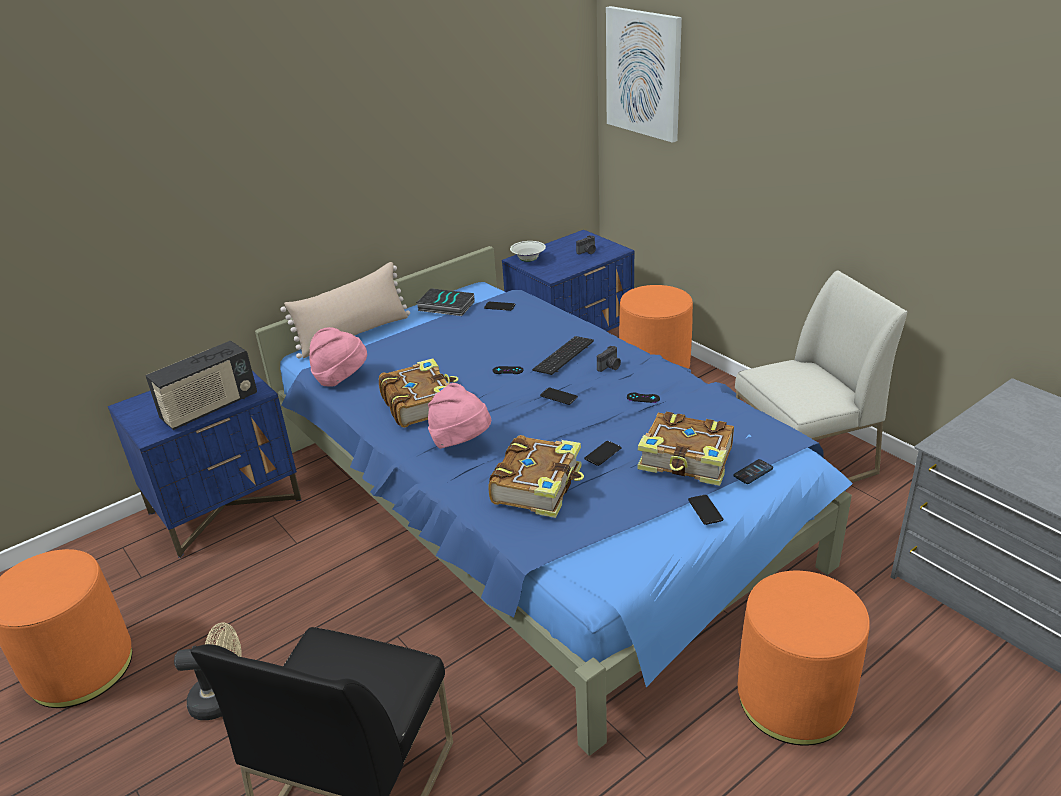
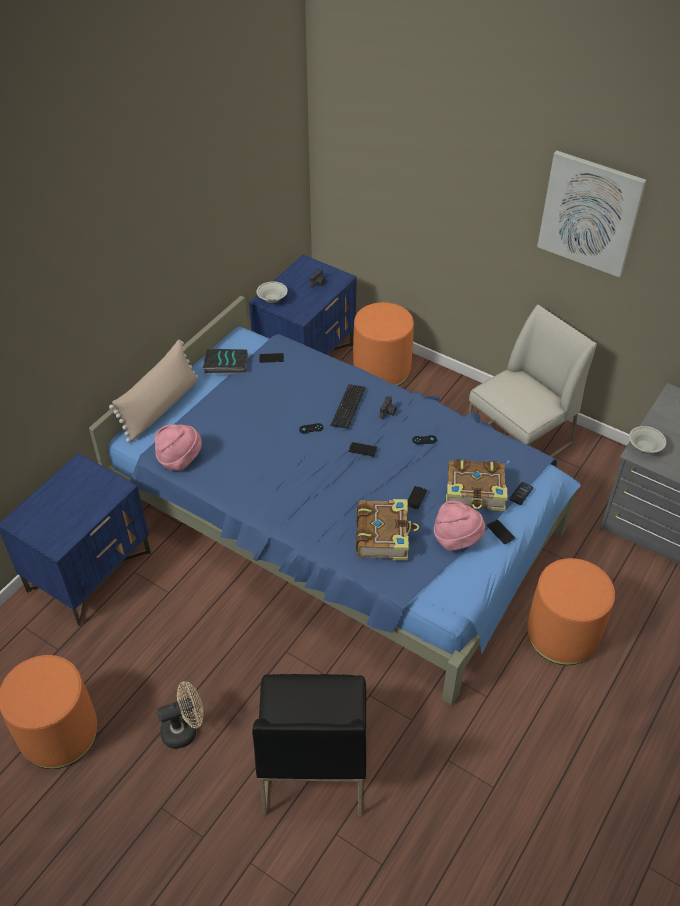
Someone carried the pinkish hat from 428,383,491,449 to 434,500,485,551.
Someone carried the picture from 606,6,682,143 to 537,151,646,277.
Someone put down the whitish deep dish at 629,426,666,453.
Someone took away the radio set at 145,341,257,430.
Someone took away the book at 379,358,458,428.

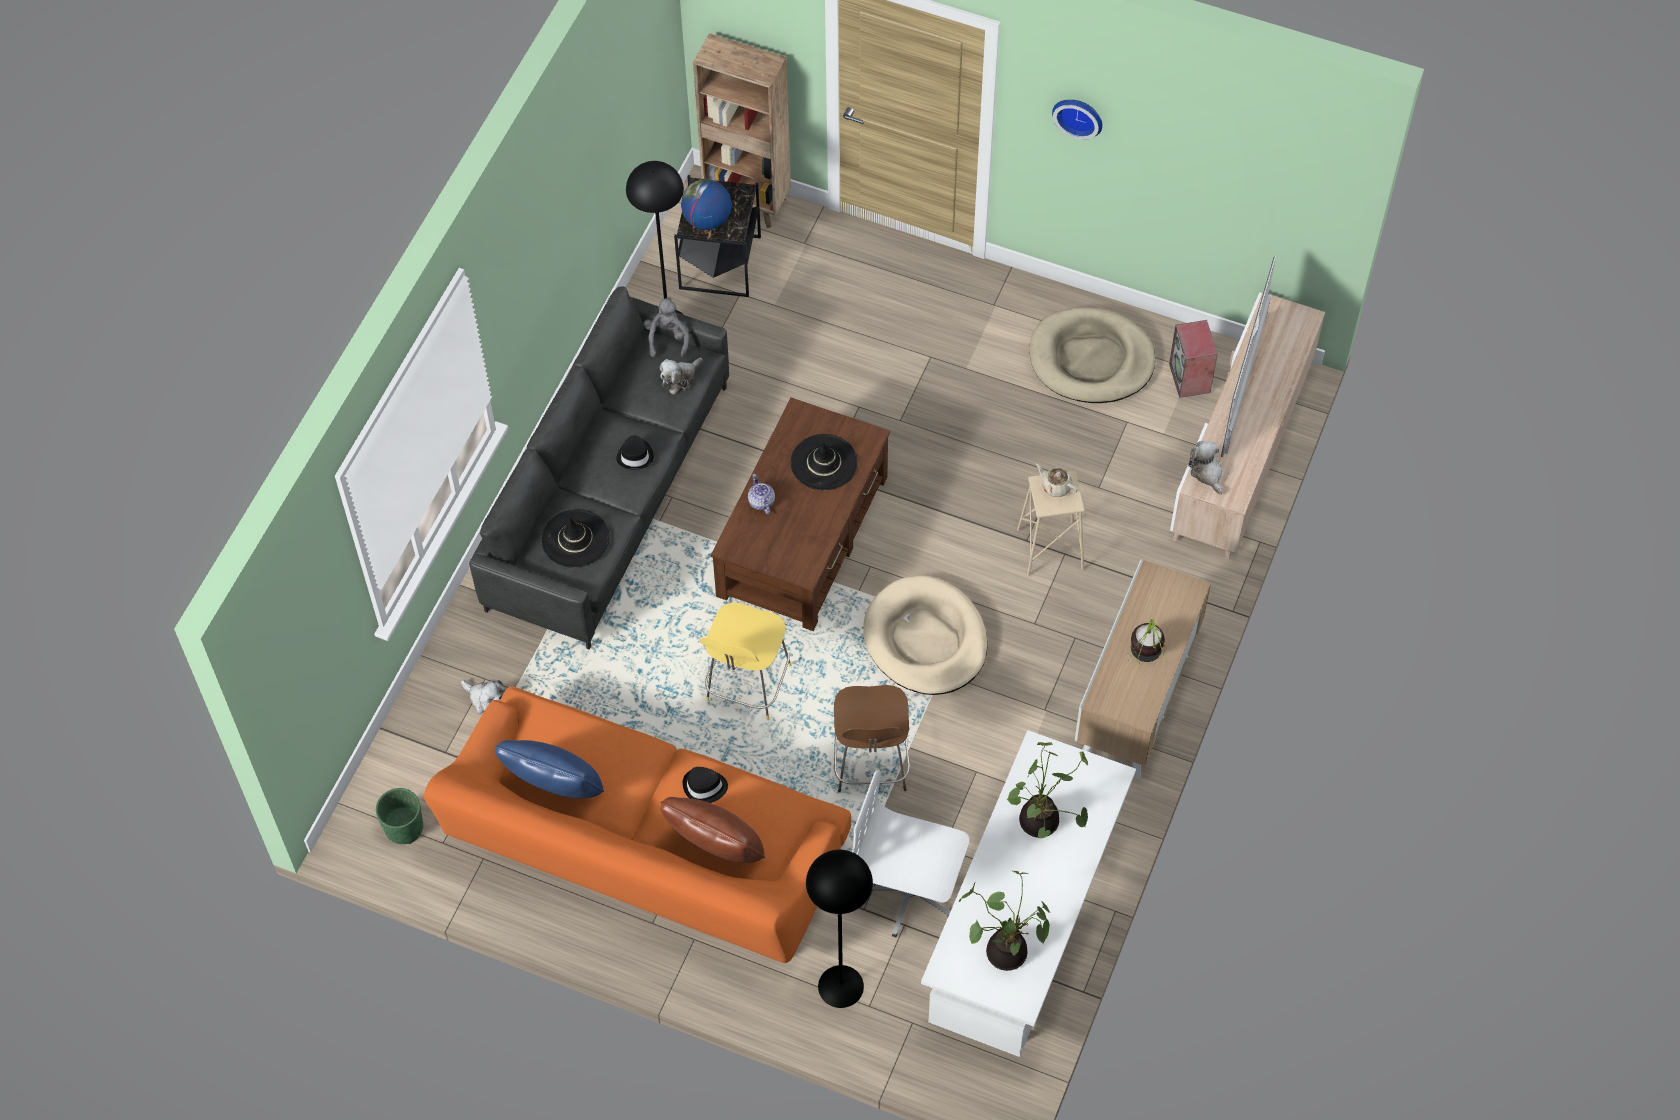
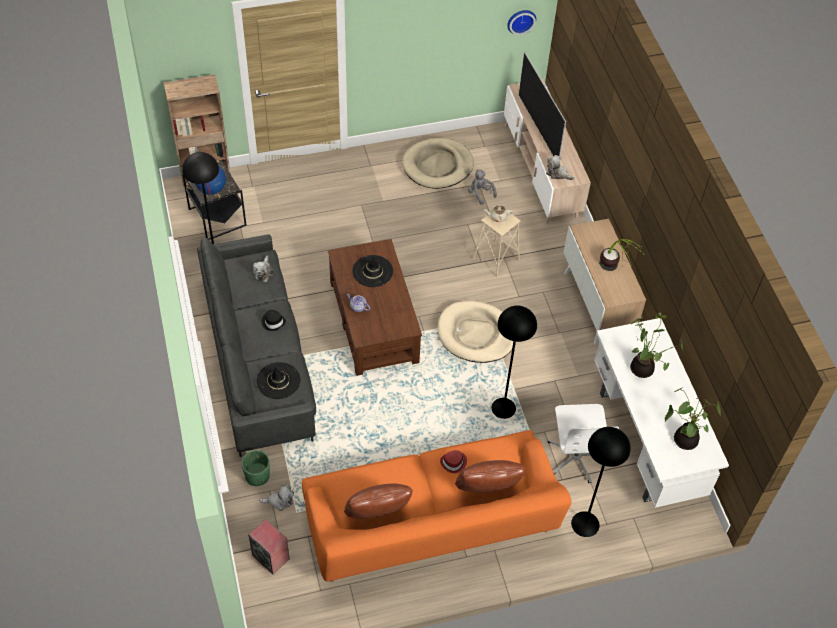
Someone carried the green-coloured planter from 376,788,423,844 to 241,450,270,486.
Someone carried the audio speaker from 1169,320,1218,398 to 248,519,290,574.
Someone repainted the blue cushion at 495,740,604,799, which became the brownish cushion at 344,483,413,519.
Someone repainted the black-coloured hat at 683,767,728,803, which became the red-coloured hat at 440,450,467,473.
Someone carried the greyish soft toy from 644,297,689,357 to 468,169,497,205.
Someone swapped the brownish sitting stool at 834,685,910,793 for the black-coloured standing lamp at 492,306,537,419.
Someone carried the clock on the wall from 1052,100,1102,140 to 507,10,536,35.
Someone rotated the whitish desk chair at 852,770,969,937 by 75 degrees counterclockwise.
Someone took away the yellowish sitting stool at 700,602,791,720.

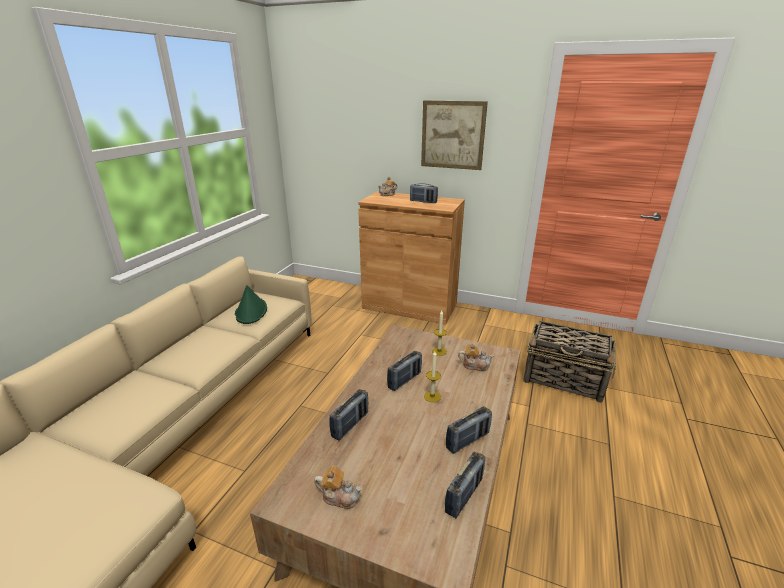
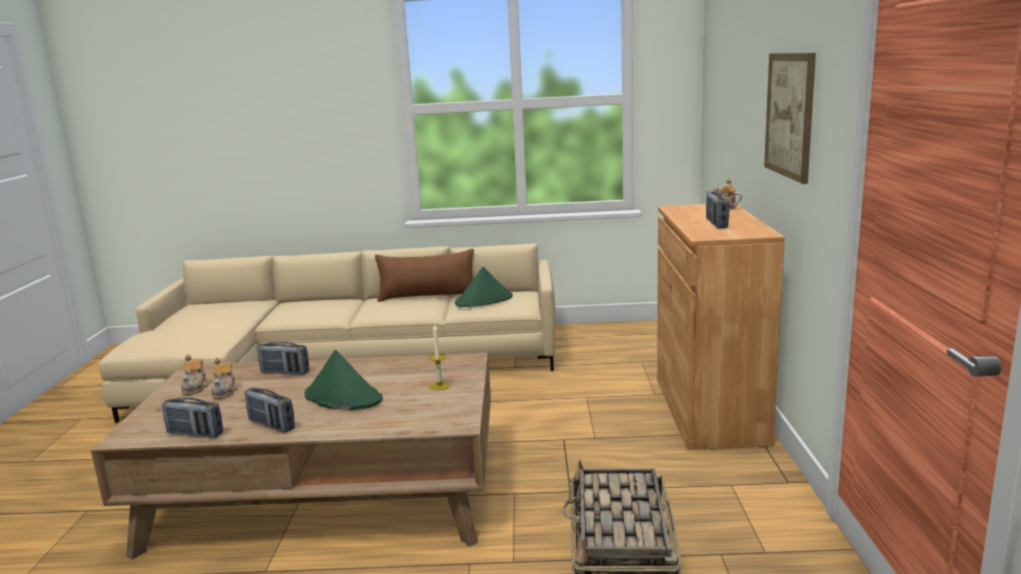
Someone carried the teapot from 458,343,494,371 to 211,358,238,399.
Someone swapped the wax candle at 424,351,441,402 for the green-coloured hat at 304,350,383,410.
Someone put down the brownish cushion at 375,249,474,302.
Someone took away the radio set at 387,351,422,391.

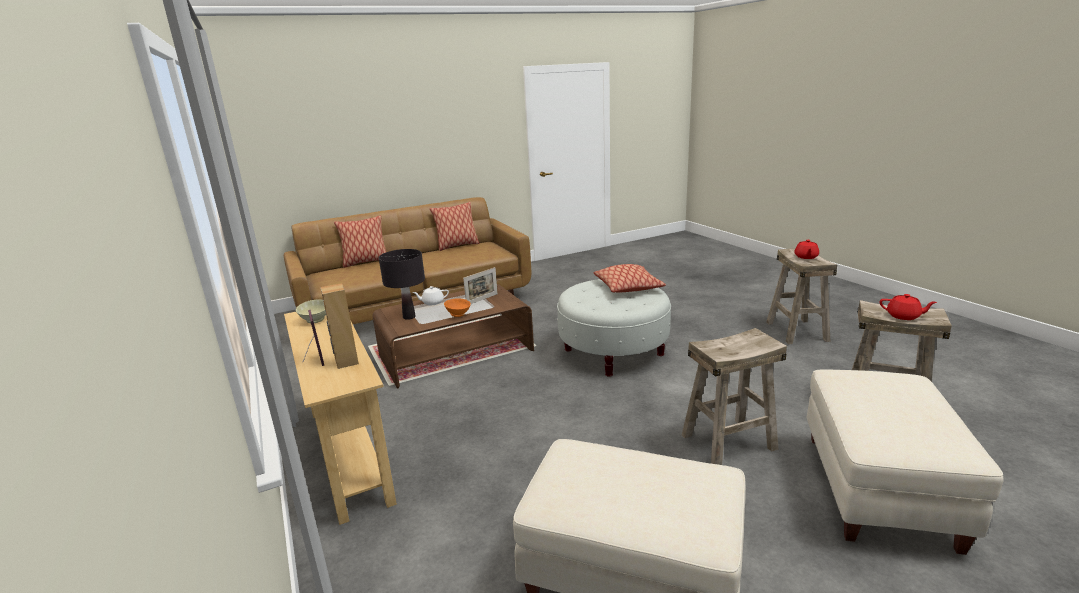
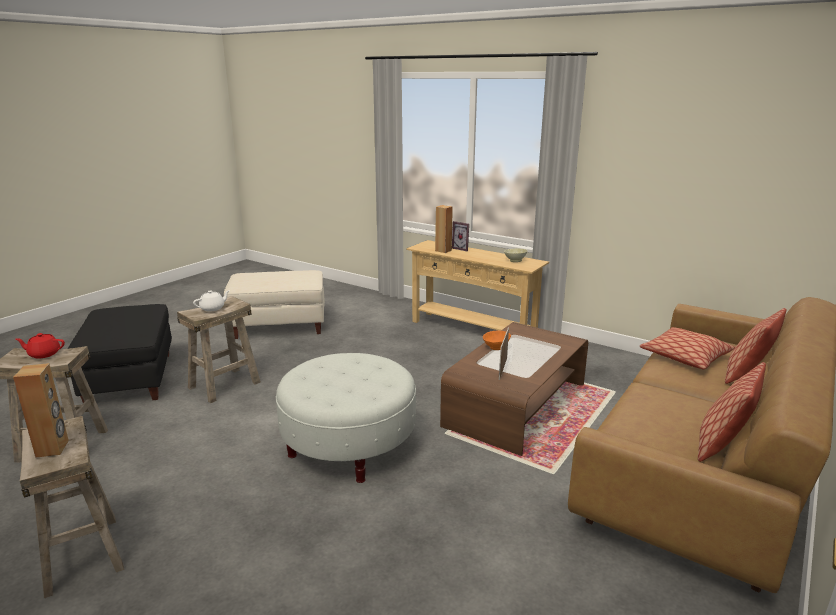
Someone swapped the red-coloured teapot at 795,240,819,259 for the brownish audio speaker at 13,363,69,458.
Someone repainted the beige pouffe at 807,369,1004,555, which became the black-coloured pouffe at 67,304,172,403.
Someone carried the whitish teapot from 412,286,449,305 to 193,290,230,311.
Someone carried the cushion from 594,264,666,292 to 640,327,735,369.
Someone took away the black-coloured lamp for a table at 379,249,425,320.

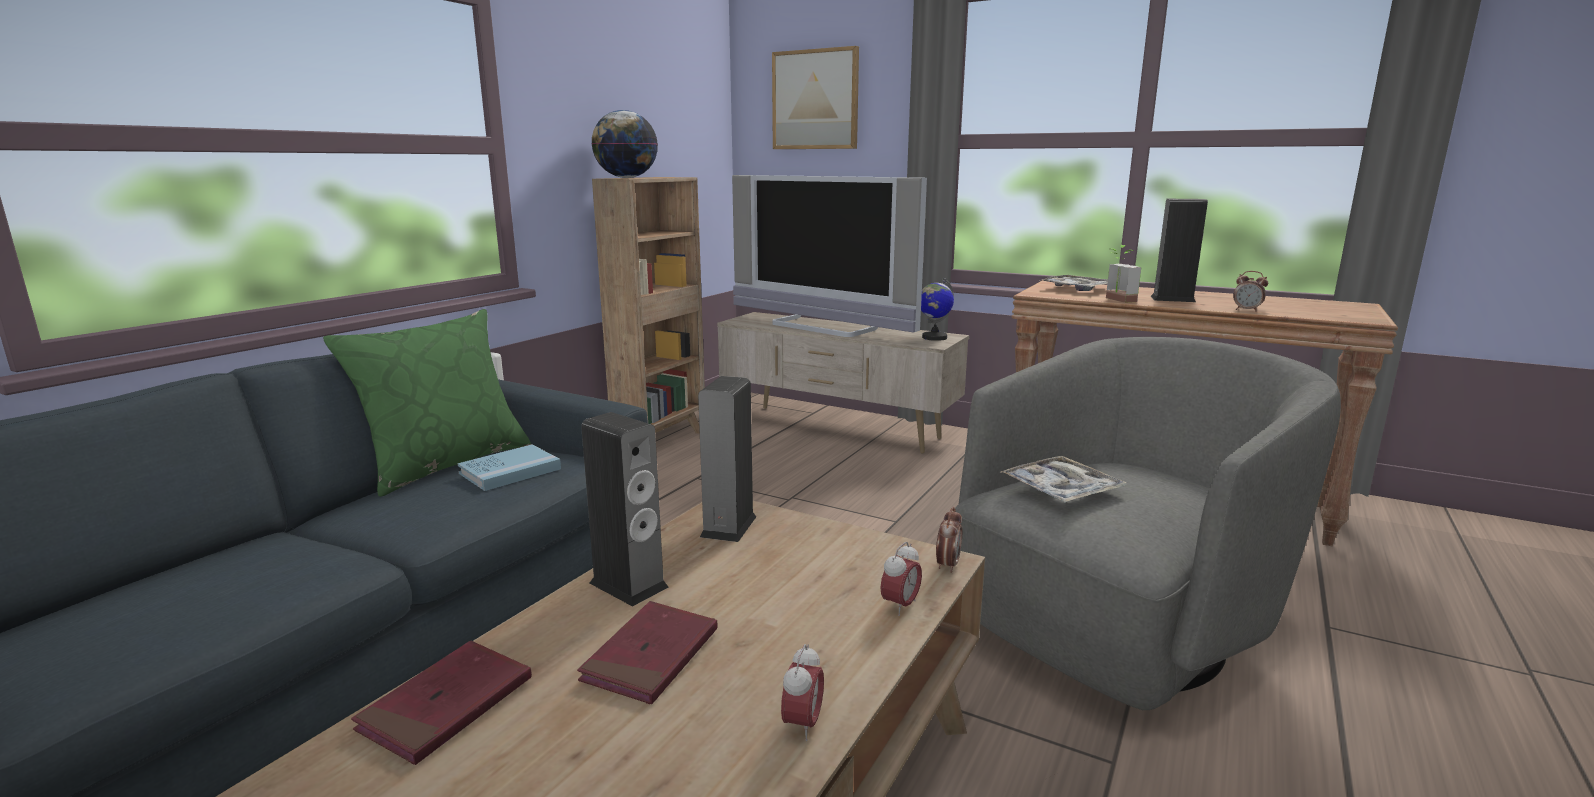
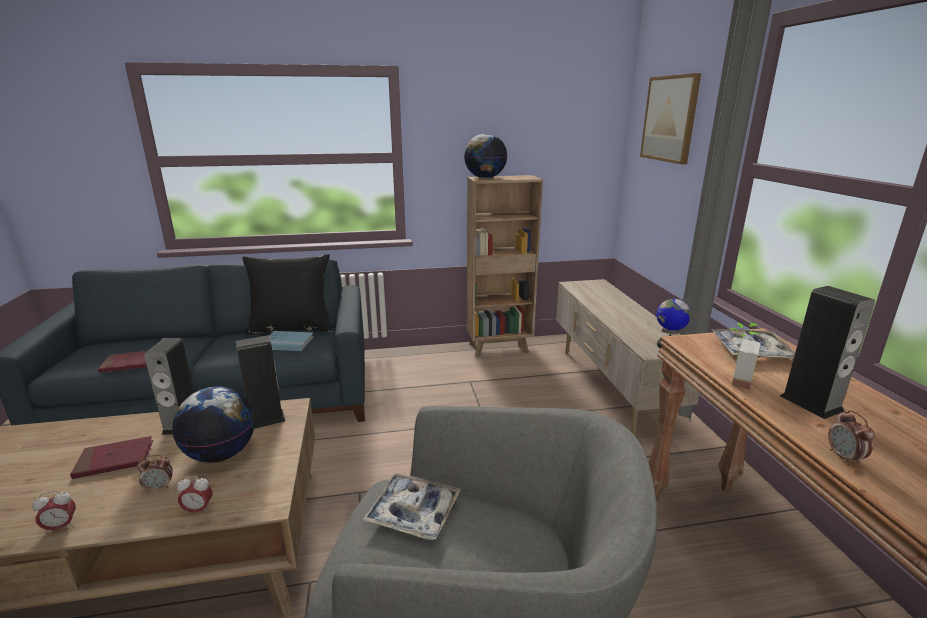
Someone carried the red-coloured book from 351,641,532,765 to 98,351,147,373.
Someone carried the bedside clock from 936,507,962,573 to 137,455,173,492.
Someone put down the world globe at 172,387,255,463.
Someone repainted the green-coloured cushion at 323,309,531,497, which became the black-coloured cushion at 242,254,332,335.
Someone took away the TV at 732,175,927,337.

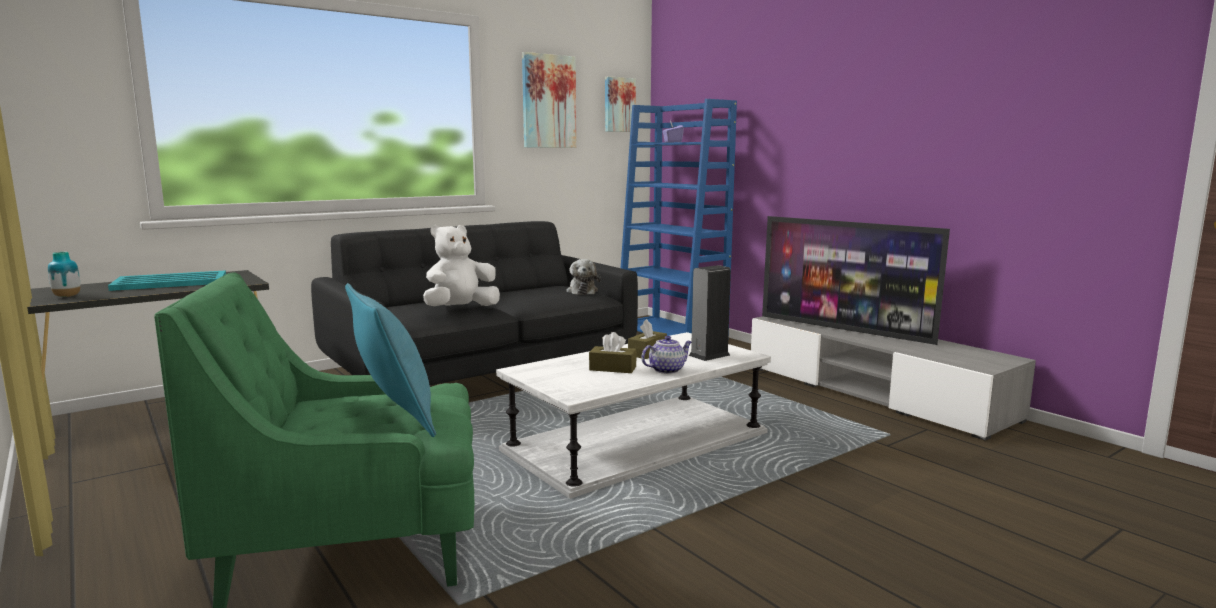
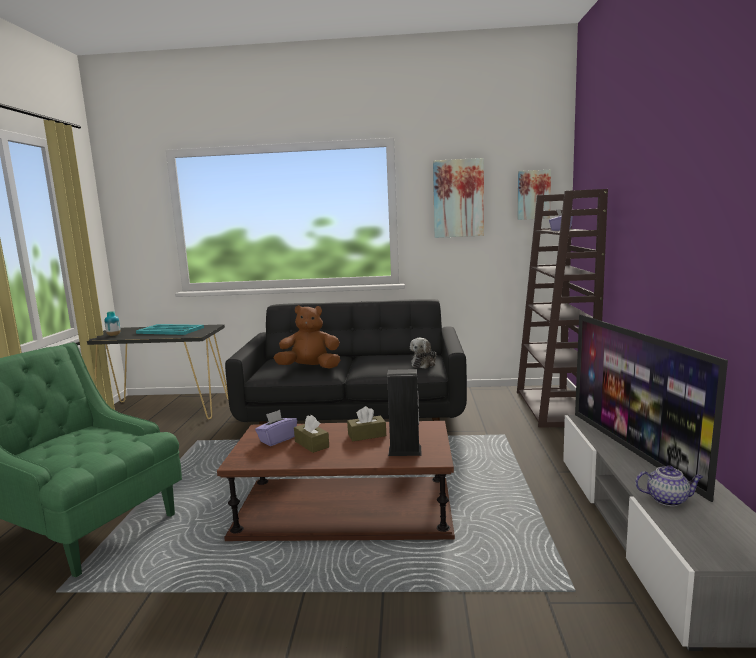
Someone repainted the whitish low table at 496,332,771,499, which became the brownish low table at 217,421,455,541.
Someone put down the purple tissue holder at 255,410,297,446.
Someone repainted the whitish soft toy at 423,225,500,306, which became the brownish soft toy at 274,305,340,369.
Someone repainted the blue bookcase at 621,99,737,340, which became the brownish bookcase at 517,189,608,428.
Someone carried the teapot from 641,336,692,374 to 635,465,703,506.
Someone took away the turquoise-coloured cushion at 345,283,436,437.

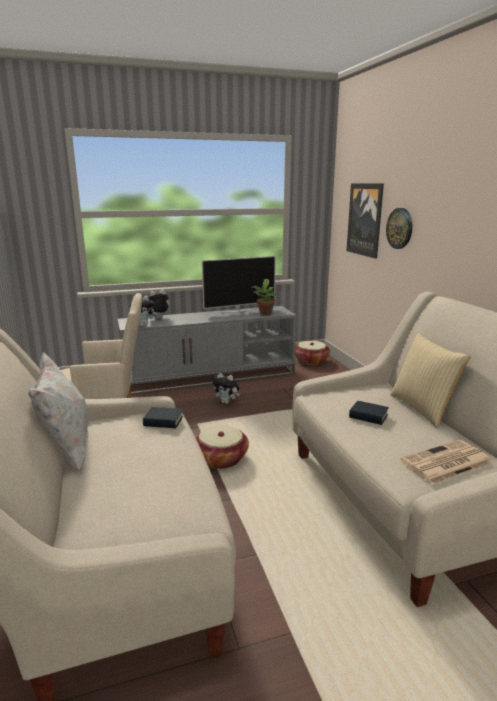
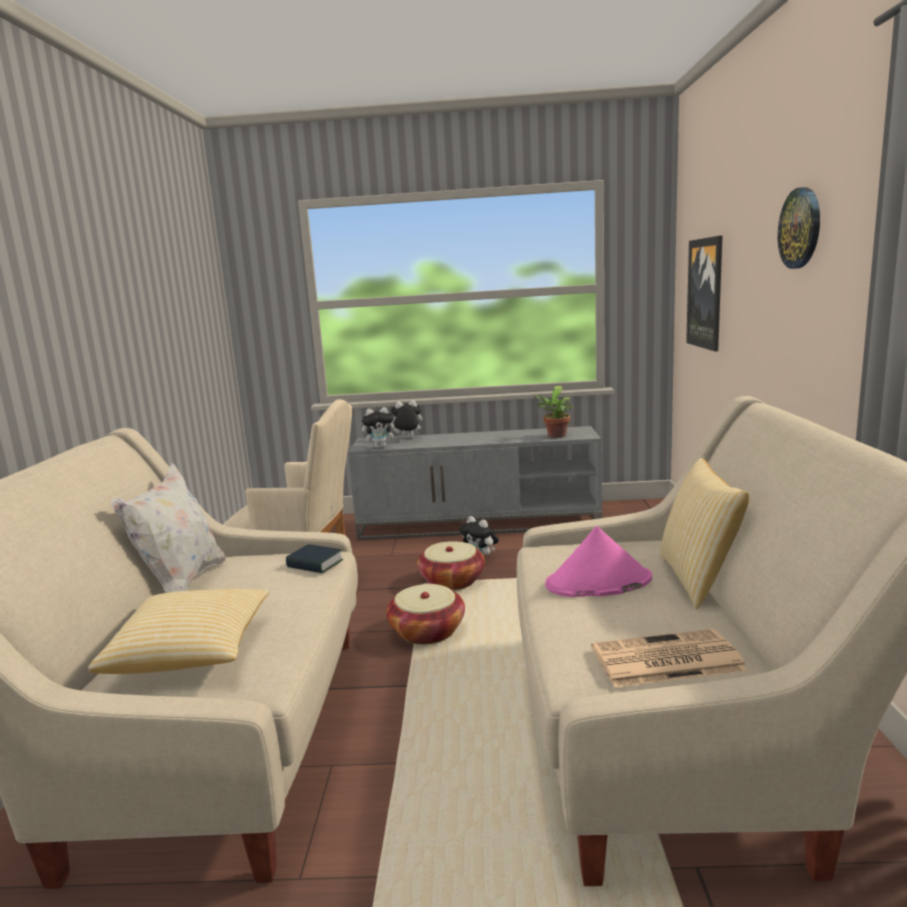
Someone put down the cushion at 88,589,269,674.
Someone carried the storage basket from 295,341,330,365 to 417,541,485,590.
Someone swapped the book at 349,401,389,425 for the pinkish hat at 545,526,652,597.
Someone carried the clock on the wall from 386,208,412,249 to 778,187,820,269.
Someone took away the TV at 202,256,276,313.

